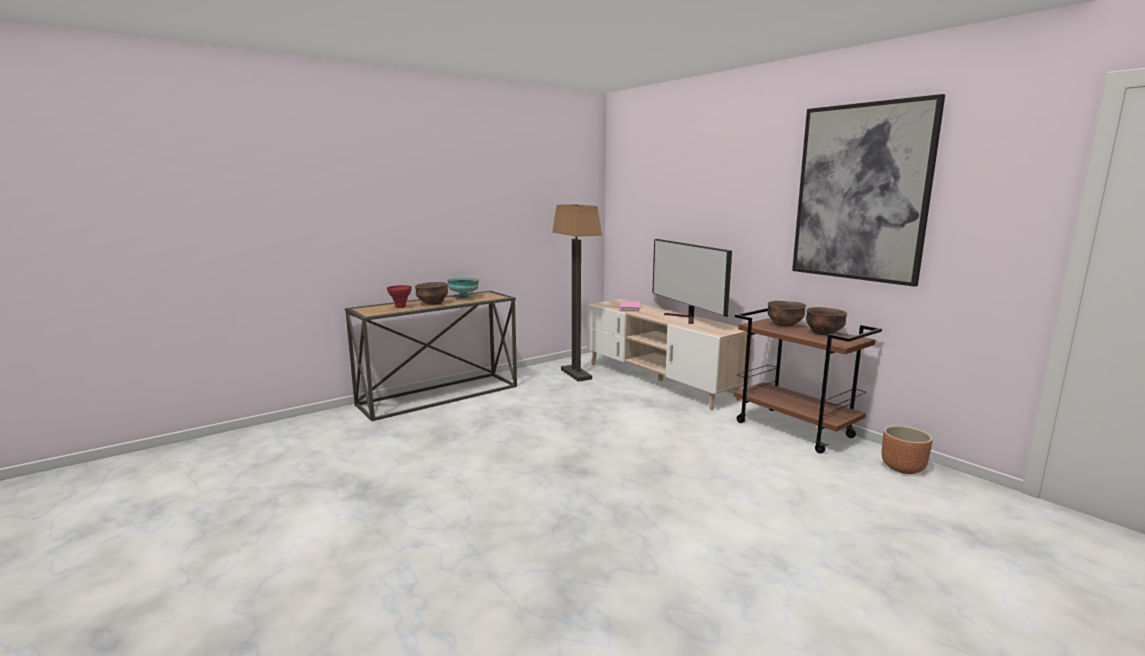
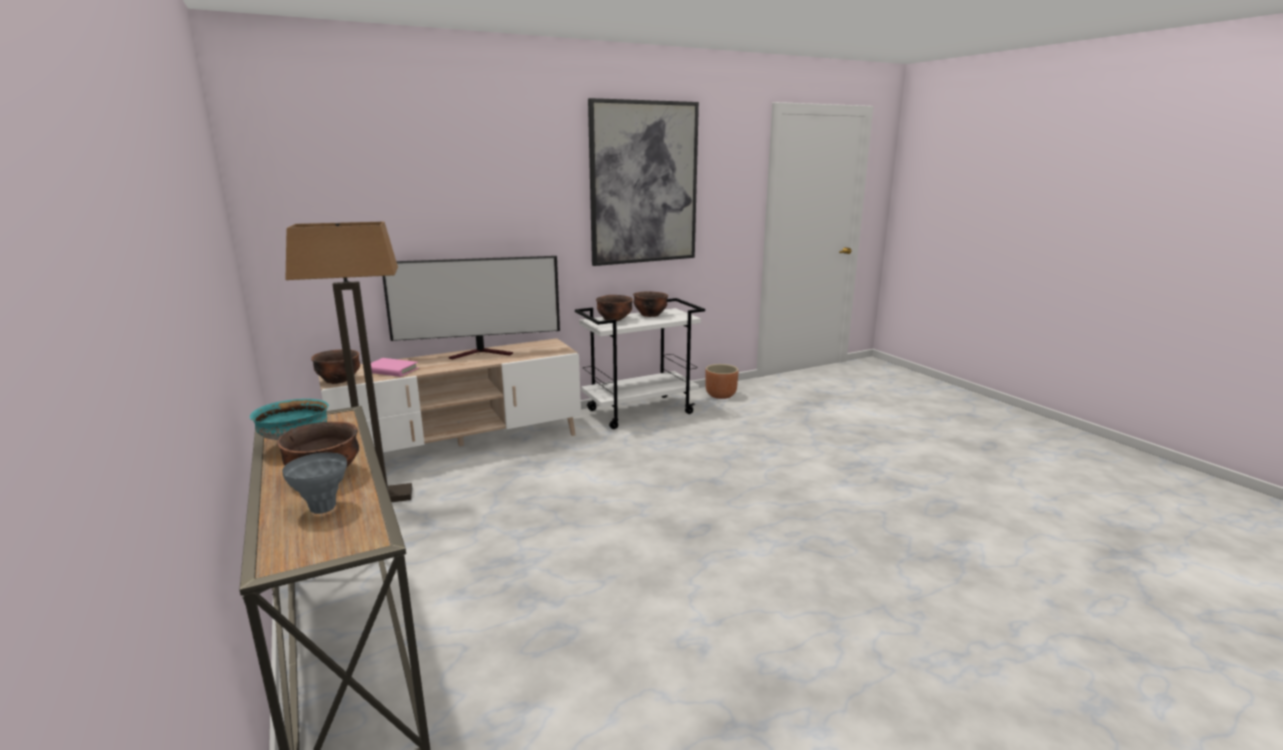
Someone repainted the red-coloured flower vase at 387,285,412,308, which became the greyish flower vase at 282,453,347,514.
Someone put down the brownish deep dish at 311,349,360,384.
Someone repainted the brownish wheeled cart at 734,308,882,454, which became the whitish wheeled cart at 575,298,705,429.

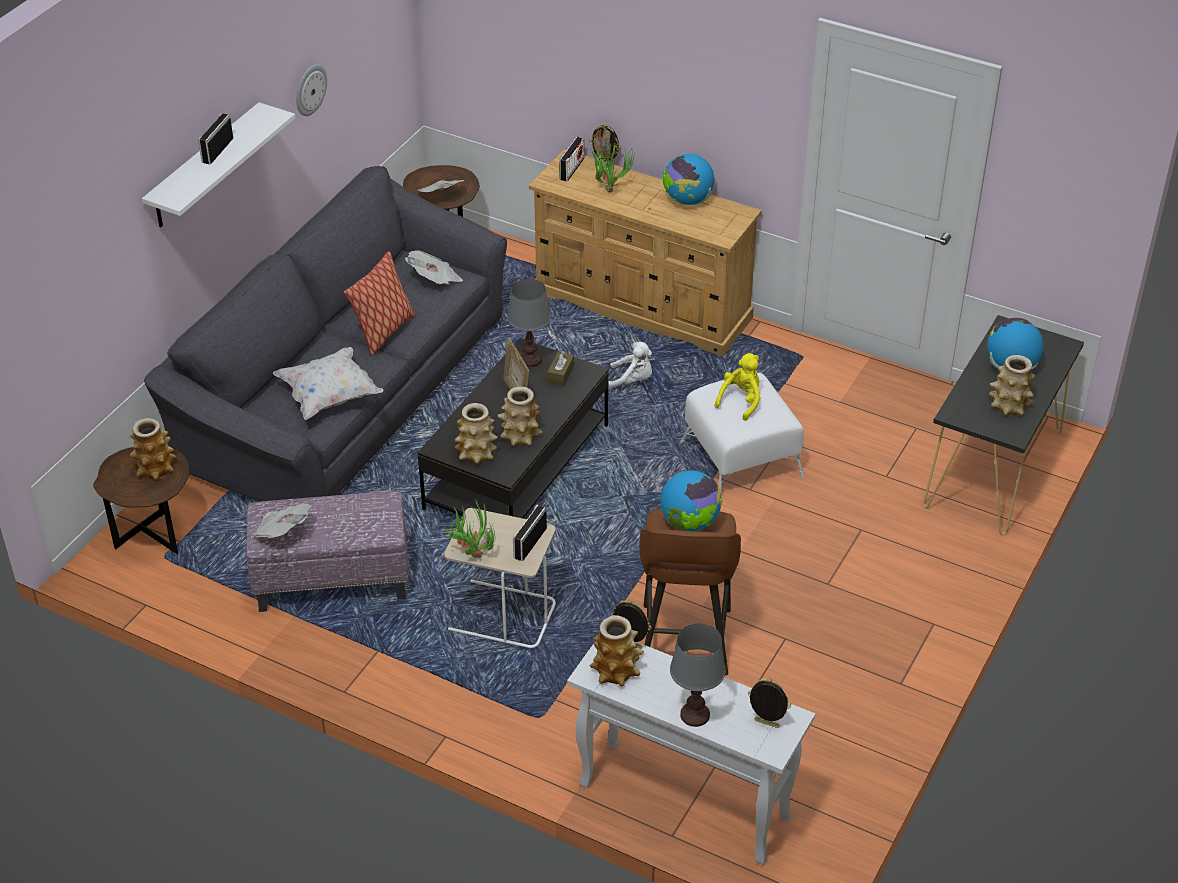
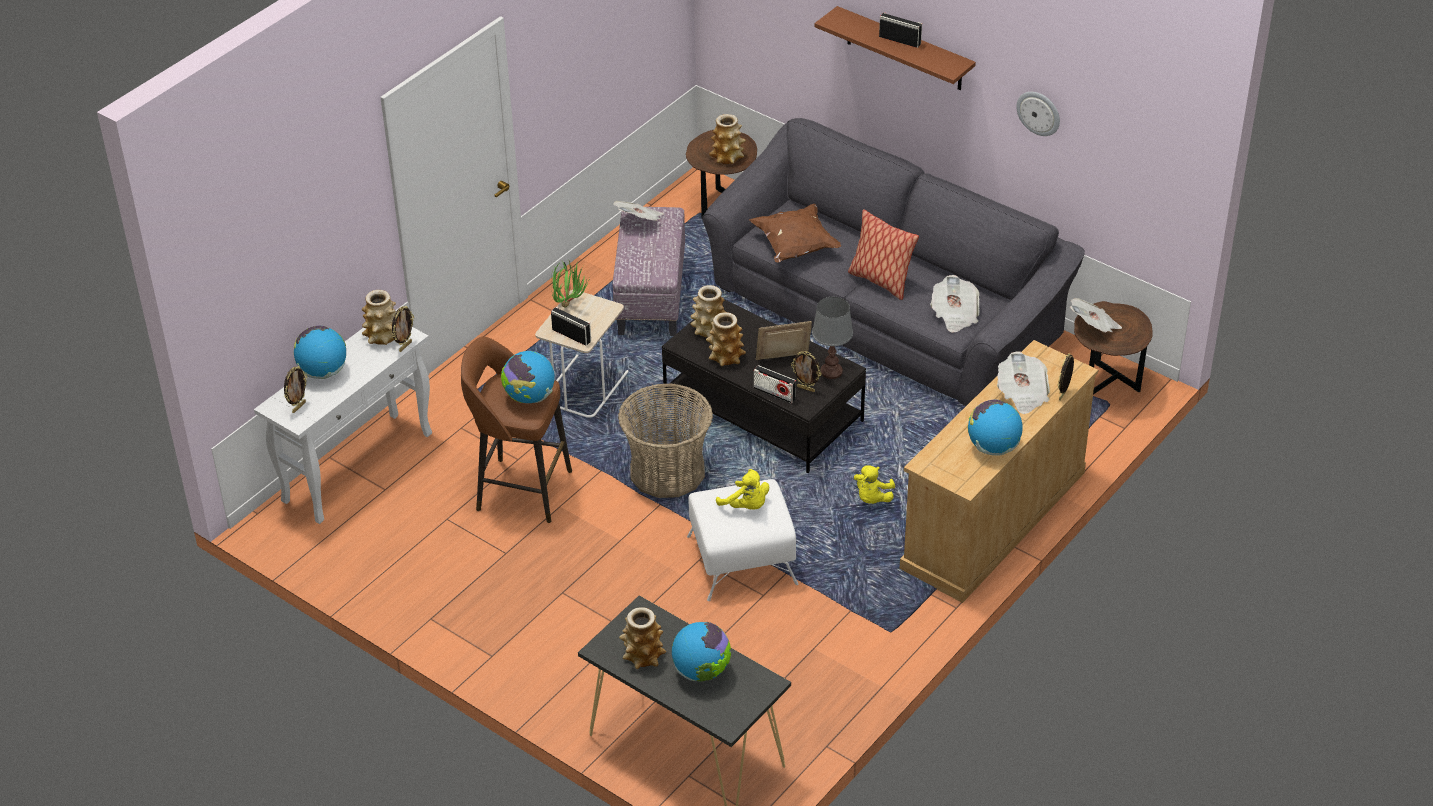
Someone swapped the greyish lamp for a table at 670,623,726,727 for the world globe at 294,326,346,379.
Someone put down the storage basket at 618,384,713,498.
Someone repainted the whitish cushion at 273,347,383,420, which became the brownish cushion at 749,204,841,262.
Someone carried the radio set from 559,137,584,182 to 754,365,796,404.
Someone swapped the brownish tissue holder at 547,351,574,386 for the picture frame at 791,351,822,392.
Someone repainted the whitish bracket shelf at 142,102,295,228, which became the brownish bracket shelf at 815,6,976,90.
Someone repainted the whitish soft toy at 608,342,652,389, which became the yellowish soft toy at 854,465,895,504.
Someone swapped the plant in a pot at 591,142,635,193 for the daily paper at 997,351,1050,414.

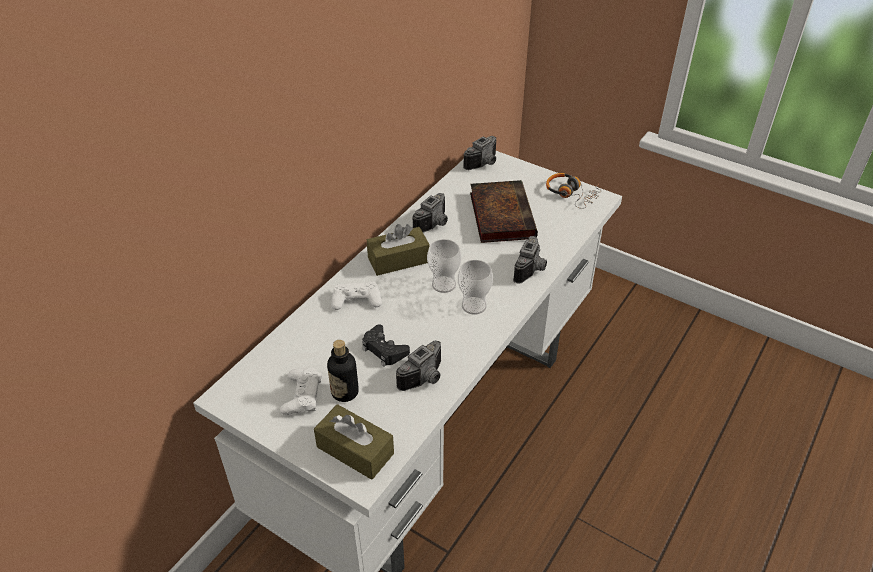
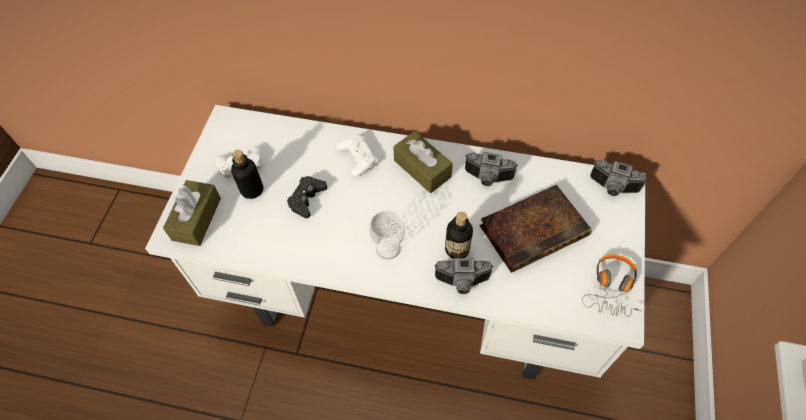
Someone put down the drink bottle at 445,212,473,259.
Someone took away the photo camera at 396,341,441,391.
Someone took away the small cup at 427,239,461,293.

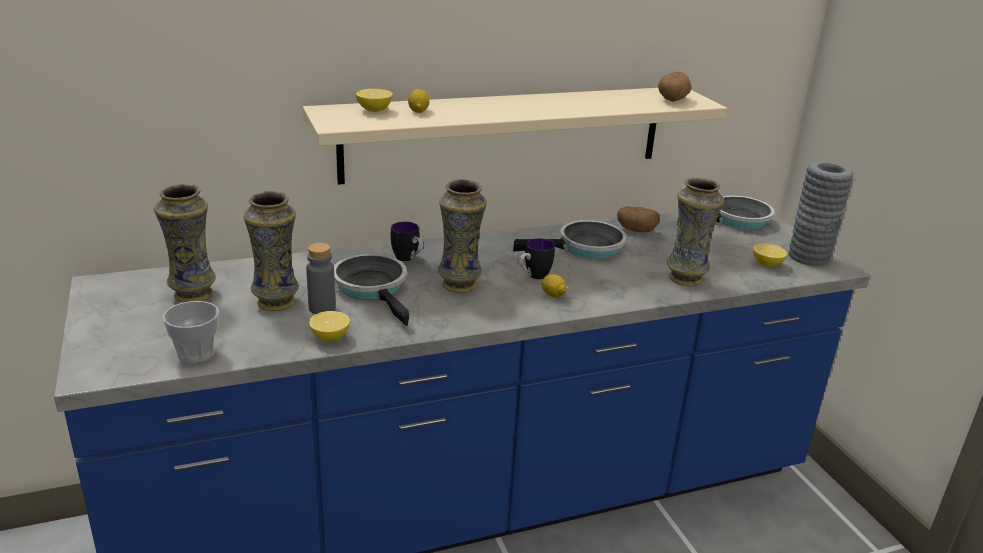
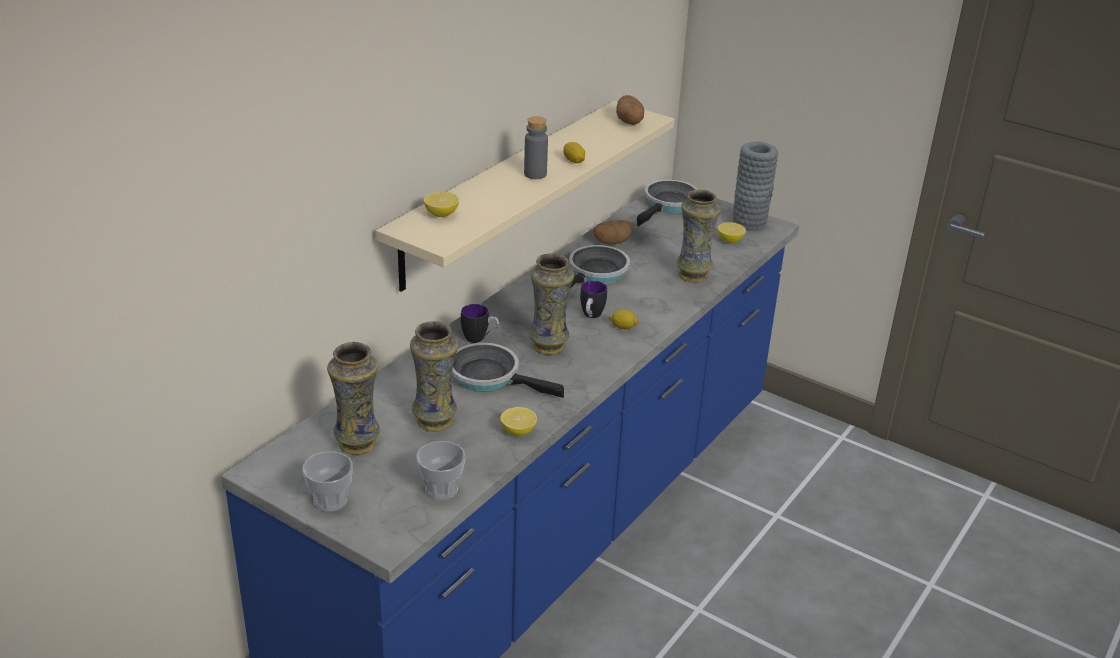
Someone put down the small cup at 303,451,353,512.
Someone carried the greyish drink bottle from 306,243,336,314 to 524,116,548,179.
Someone carried the citrus fruit from 408,89,429,113 to 563,142,585,163.

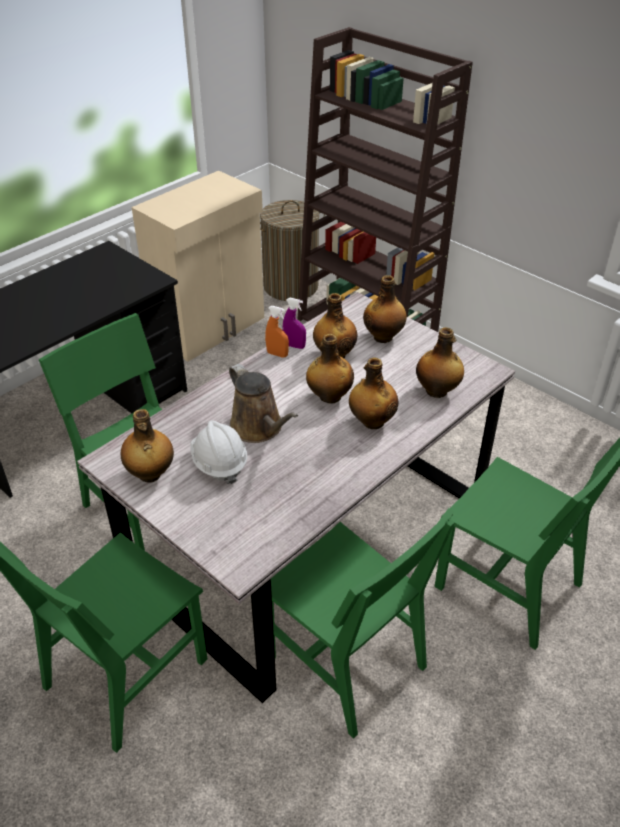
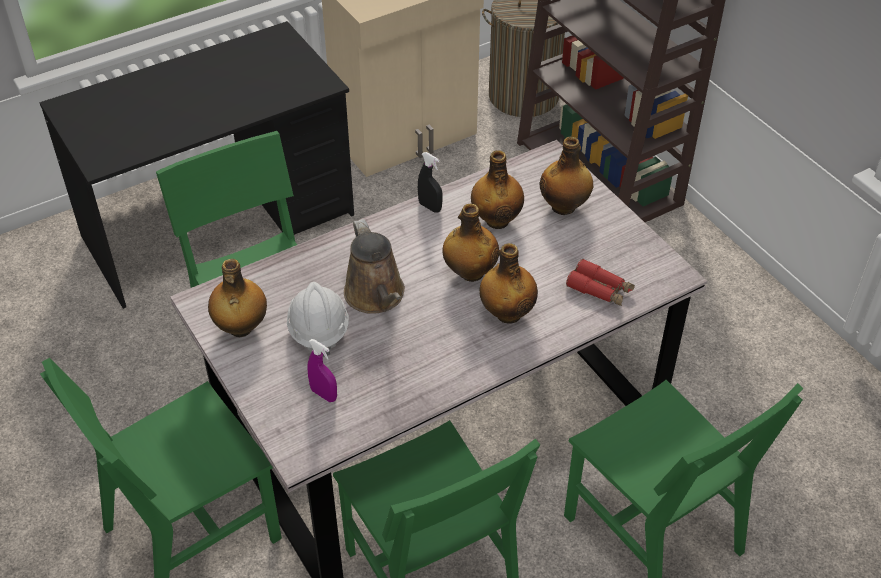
Someone carried the purple sprayer from 282,298,306,349 to 307,339,337,402.
Someone repainted the orangey sprayer at 265,306,289,357, which became the black-coloured sprayer at 418,152,443,213.
Someone swapped the drink bottle at 416,327,464,398 for the red-coloured field glasses at 566,259,635,306.

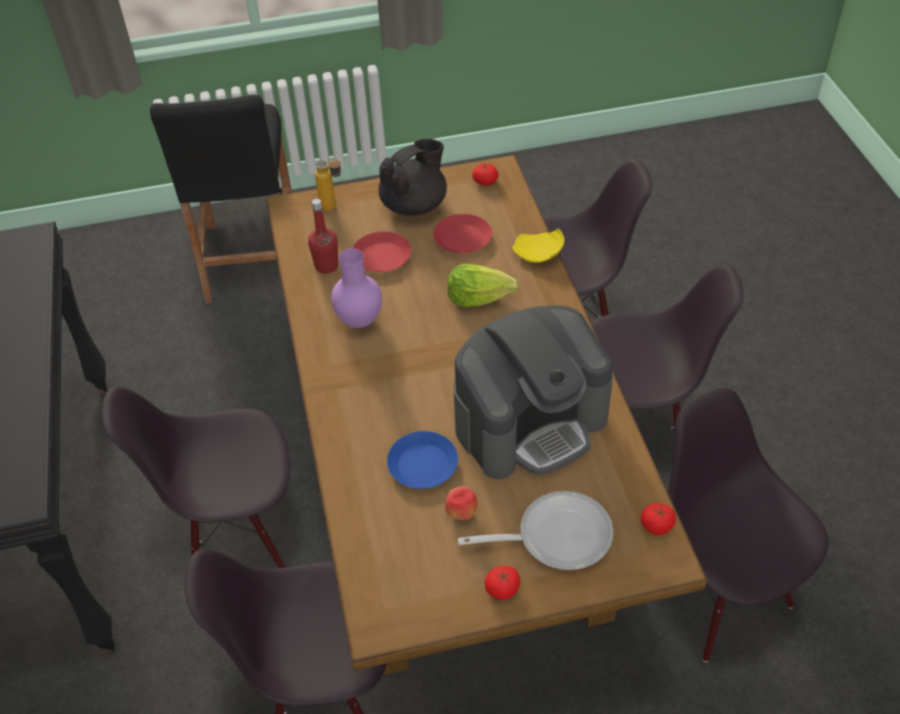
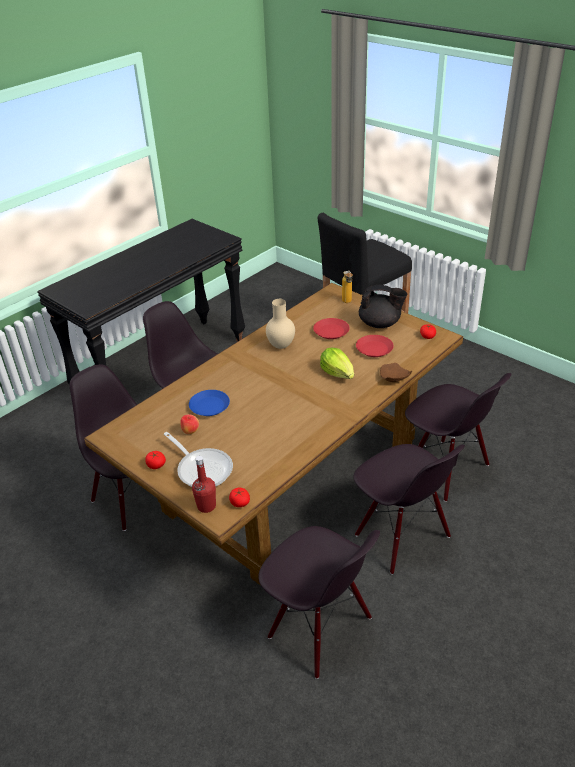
Someone carried the red-coloured drink bottle from 308,199,338,274 to 192,456,216,513.
Someone rotated the black-coloured plain chair at 668,388,828,662 by 105 degrees clockwise.
Someone repainted the purple flower vase at 331,248,382,328, which became the beige flower vase at 266,299,295,349.
Someone repainted the yellowish plate at 513,229,564,263, which became the brownish plate at 380,363,412,382.
Someone took away the coffee brewer at 453,305,613,479.

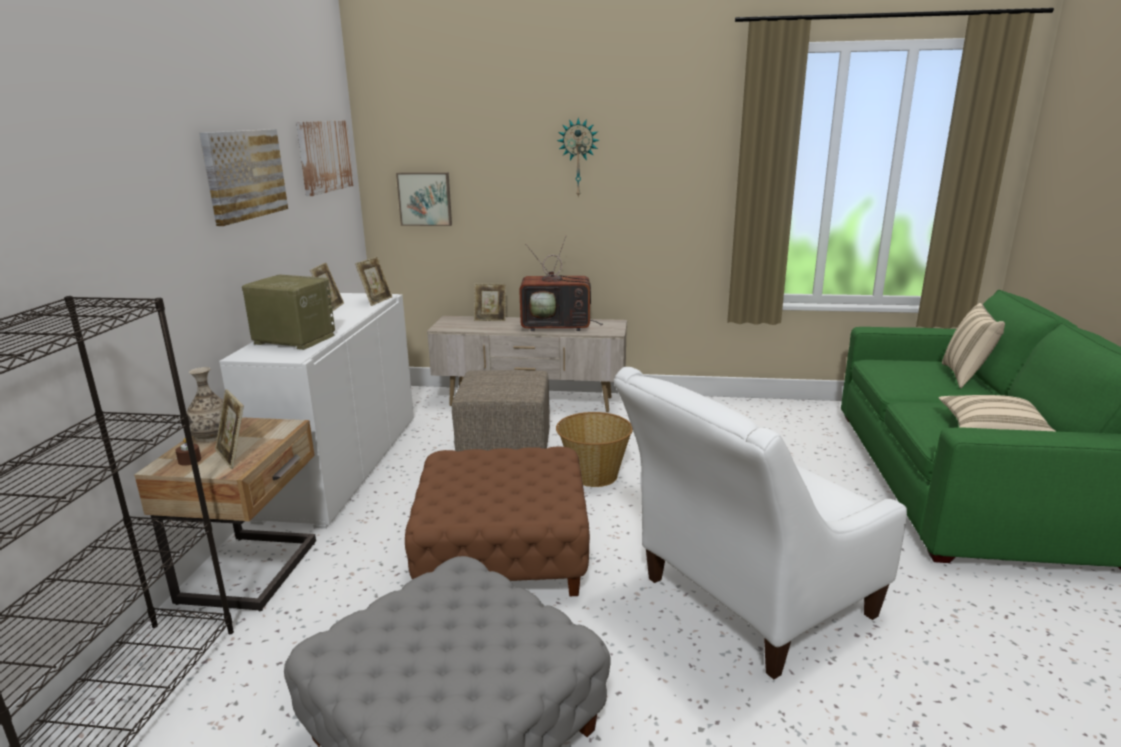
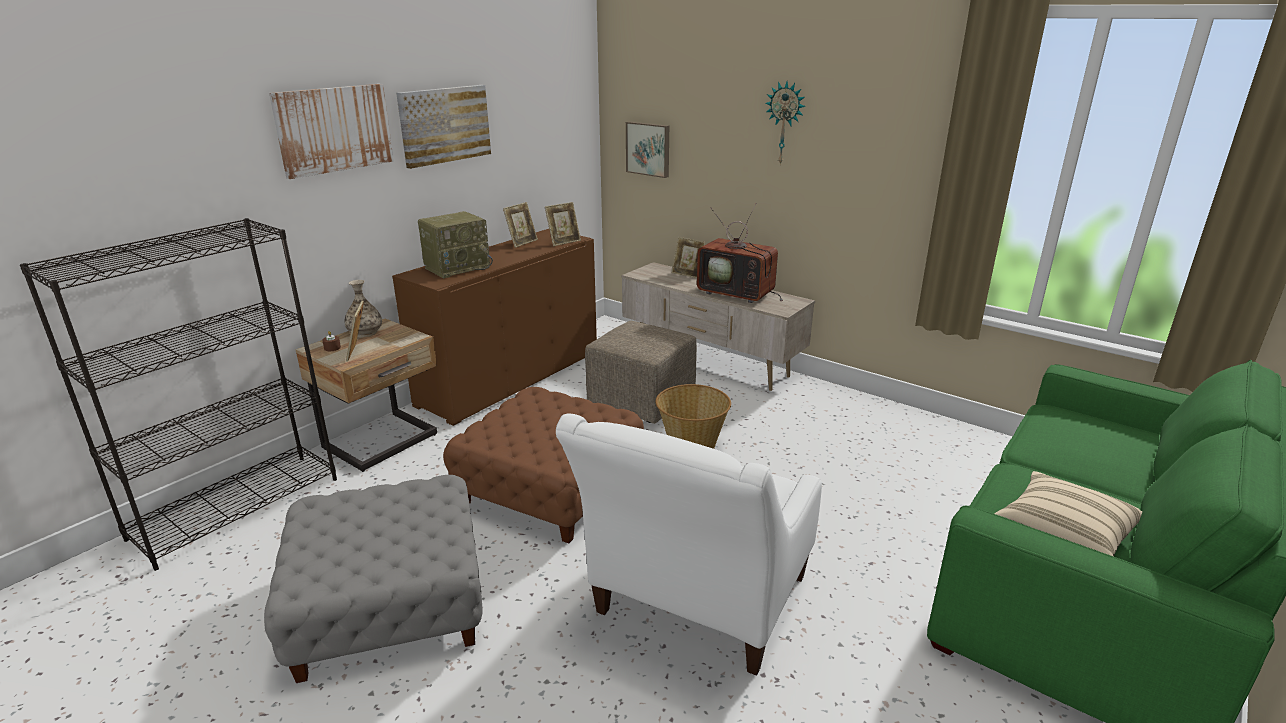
Someone carried the picture from 296,120,354,196 to 269,84,394,179.
Someone repainted the whitish storage cabinet at 219,293,414,529, which became the brownish storage cabinet at 392,229,597,426.
Someone rotated the radio set at 242,274,335,350 by 90 degrees clockwise.
Someone rotated the whitish easy chair at 614,367,907,679 by 60 degrees counterclockwise.
Someone took away the beige cushion at 942,303,1005,388.

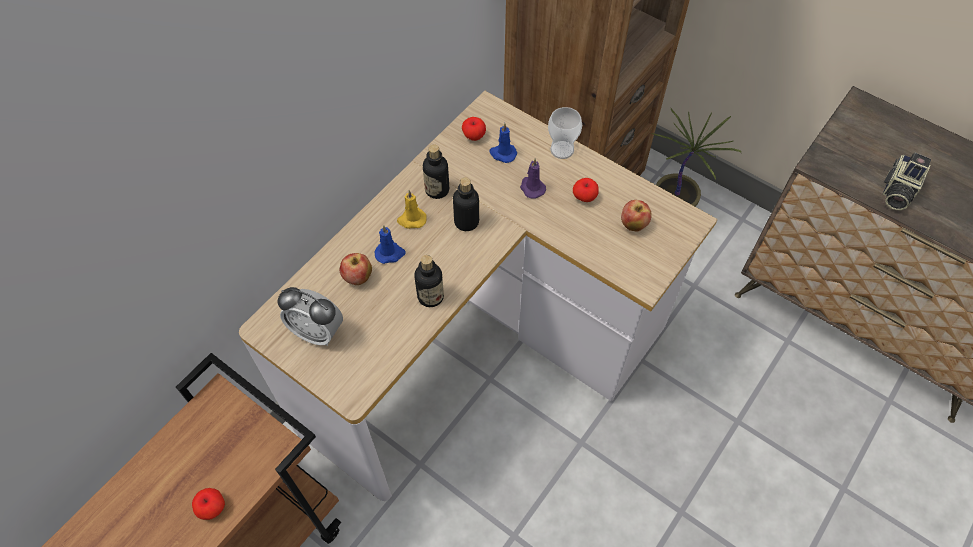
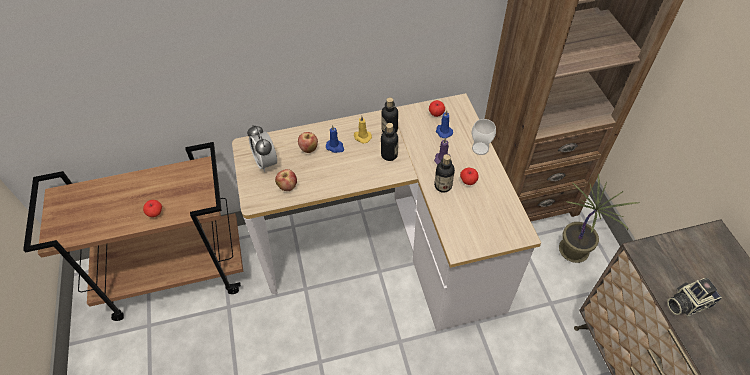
Someone carried the whole apple from 621,200,652,231 to 275,169,297,191.
Someone carried the drink bottle from 414,255,444,307 to 434,154,455,193.

